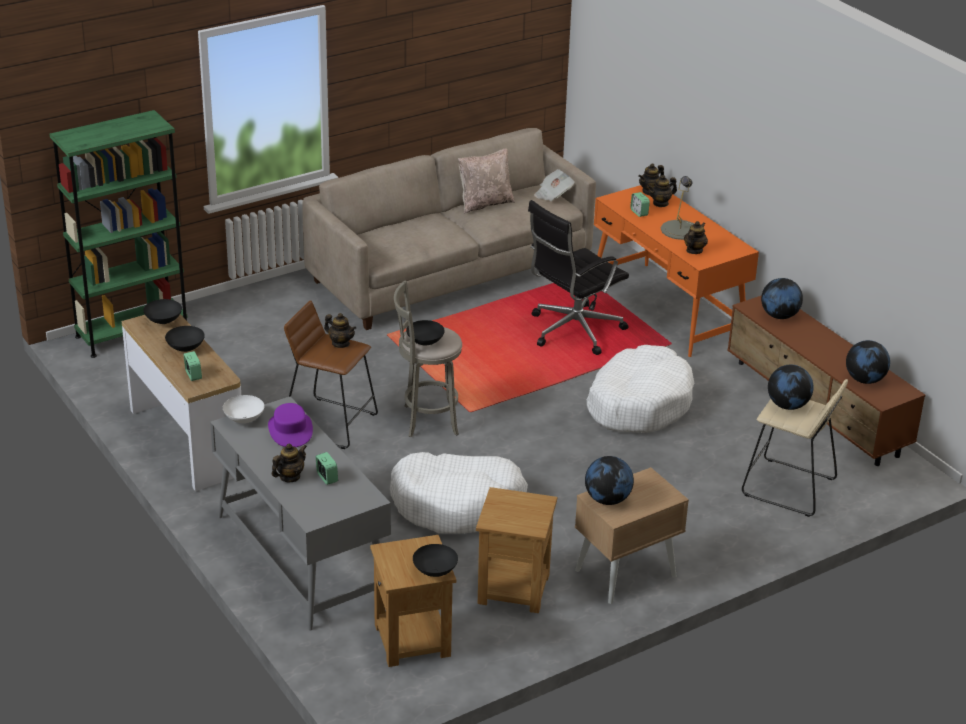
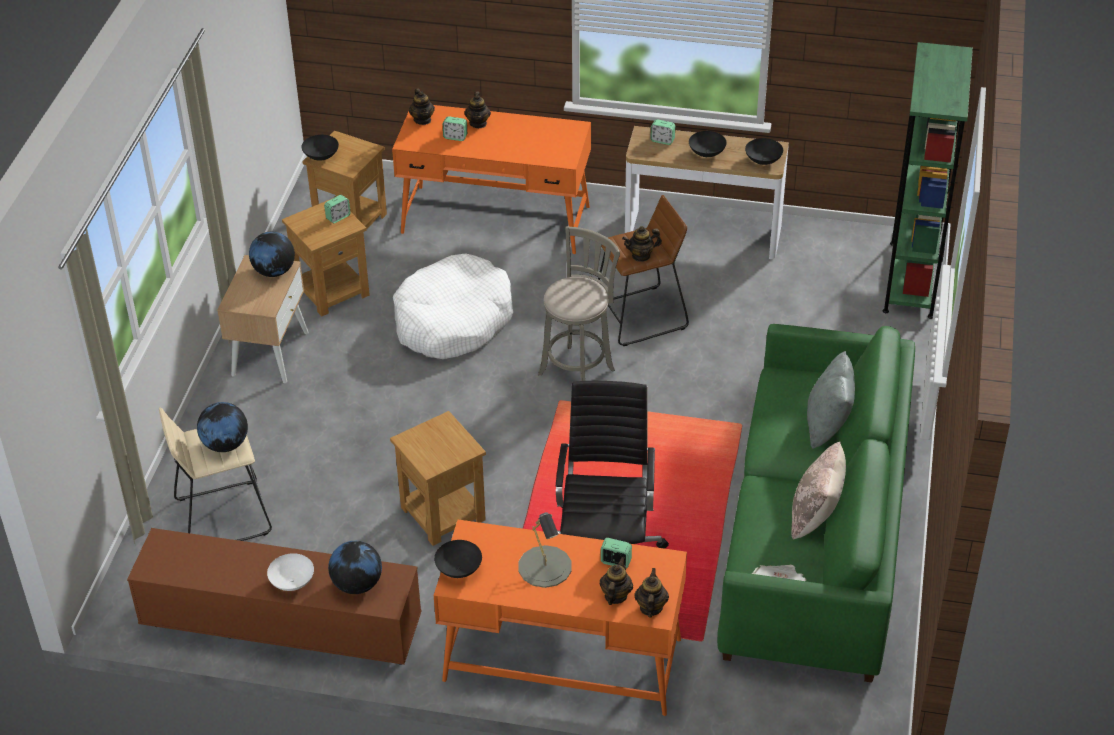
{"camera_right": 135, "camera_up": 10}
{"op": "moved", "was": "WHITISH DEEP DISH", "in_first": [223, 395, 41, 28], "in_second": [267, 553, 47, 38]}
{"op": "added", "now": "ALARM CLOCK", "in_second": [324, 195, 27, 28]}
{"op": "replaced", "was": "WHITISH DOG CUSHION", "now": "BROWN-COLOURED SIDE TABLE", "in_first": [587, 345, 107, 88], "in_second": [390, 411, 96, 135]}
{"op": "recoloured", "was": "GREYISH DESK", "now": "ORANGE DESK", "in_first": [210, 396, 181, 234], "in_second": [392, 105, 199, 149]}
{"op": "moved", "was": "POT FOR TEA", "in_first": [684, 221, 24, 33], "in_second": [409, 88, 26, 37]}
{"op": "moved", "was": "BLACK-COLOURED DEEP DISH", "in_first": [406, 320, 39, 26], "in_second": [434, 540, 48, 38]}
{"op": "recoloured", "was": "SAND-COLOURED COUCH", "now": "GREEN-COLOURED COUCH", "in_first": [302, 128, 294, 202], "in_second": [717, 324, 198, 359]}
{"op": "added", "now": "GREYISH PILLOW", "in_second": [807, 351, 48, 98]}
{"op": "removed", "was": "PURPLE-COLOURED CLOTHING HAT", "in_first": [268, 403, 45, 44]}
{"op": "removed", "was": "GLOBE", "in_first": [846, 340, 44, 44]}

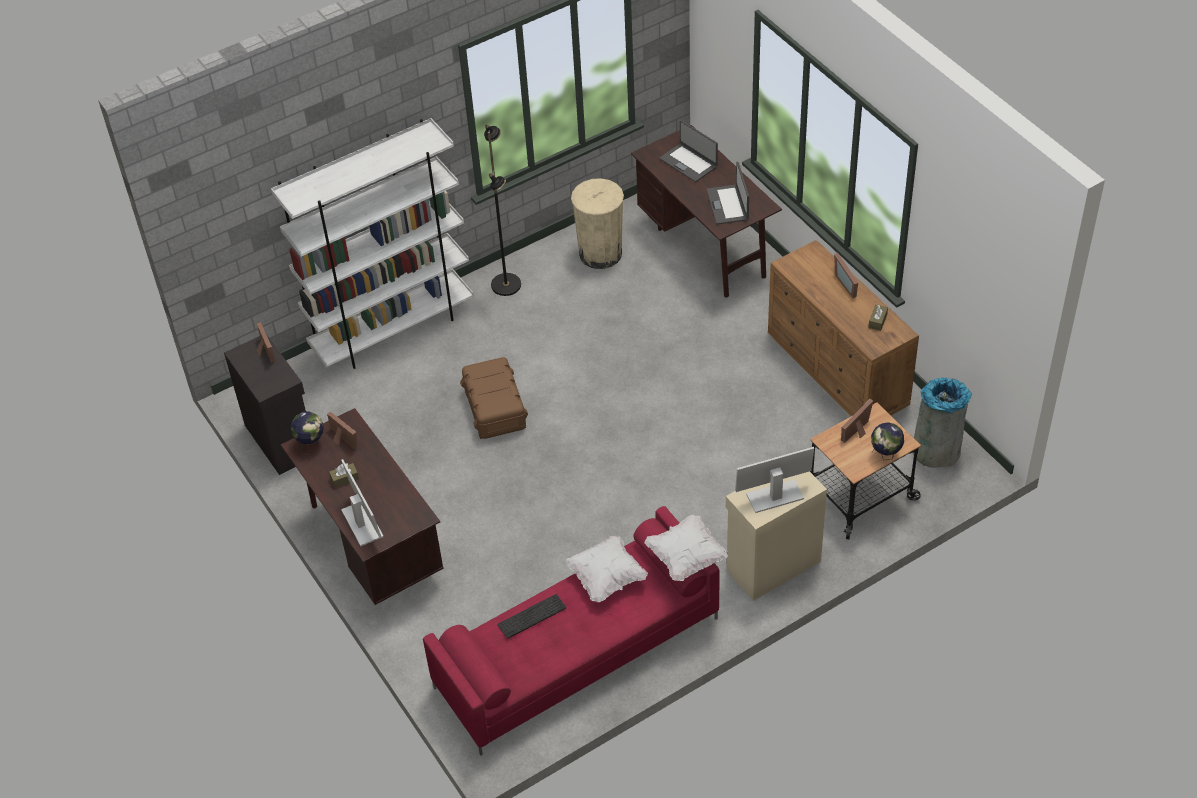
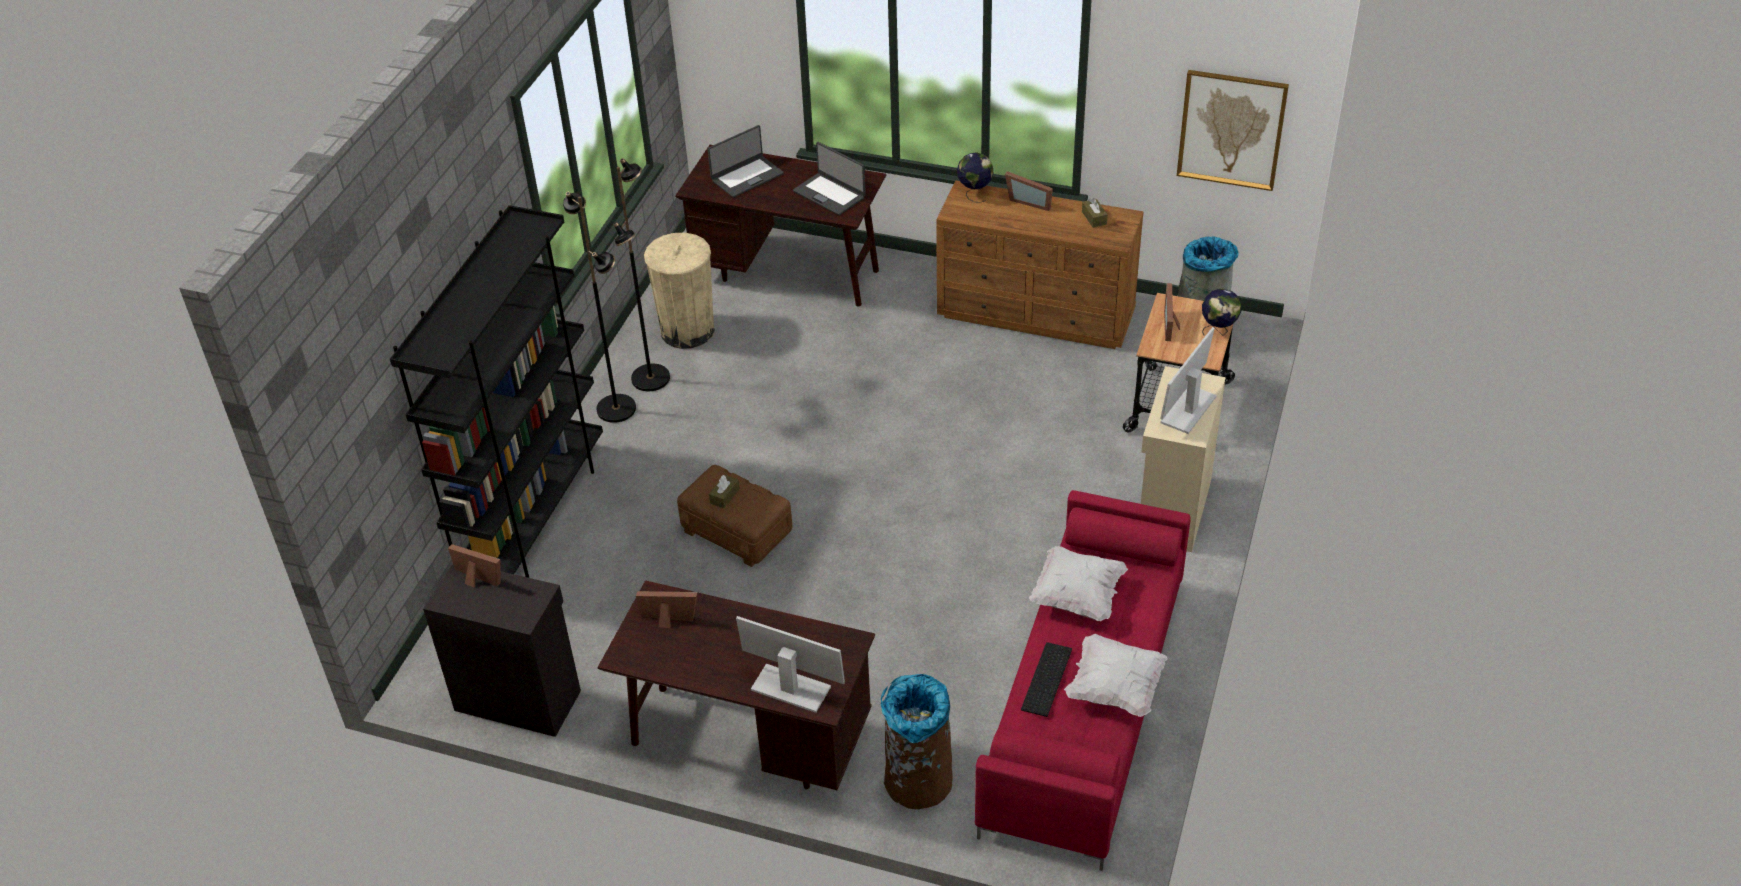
{"camera_right": -40, "camera_up": -5}
{"op": "recoloured", "was": "WHITISH BOOKCASE", "now": "BLACK-COLOURED BOOKCASE", "in_first": [271, 118, 203, 251], "in_second": [390, 205, 213, 373]}
{"op": "added", "now": "BLACK-COLOURED STANDARD LAMP", "in_second": [614, 158, 56, 233]}
{"op": "turned", "was": "LAPTOP", "in_first": [659, 120, 59, 62], "in_second": [707, 125, 77, 73], "clockwise": -45}
{"op": "moved", "was": "BROWN-COLOURED TISSUE BOX", "in_first": [329, 463, 30, 25], "in_second": [709, 475, 31, 33]}
{"op": "added", "now": "BROWN-COLOURED WASTE BIN", "in_second": [881, 674, 72, 135]}
{"op": "moved", "was": "GLOBE", "in_first": [291, 411, 33, 44], "in_second": [957, 152, 36, 51]}
{"op": "moved", "was": "WHITISH PILLOW", "in_first": [645, 515, 83, 66], "in_second": [1064, 634, 104, 83]}
{"op": "added", "now": "PICTURE", "in_second": [1177, 70, 112, 121]}

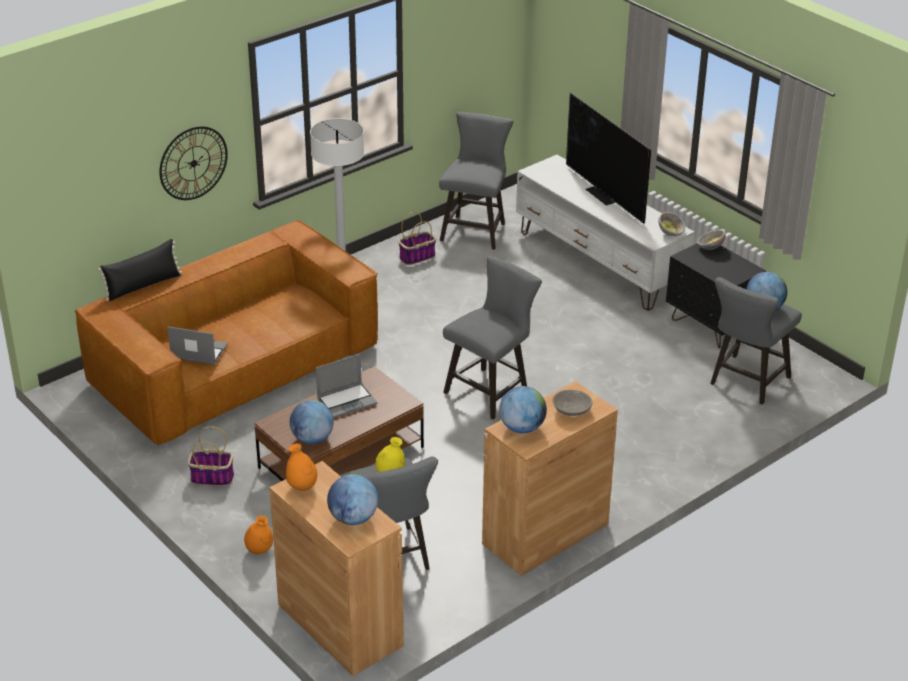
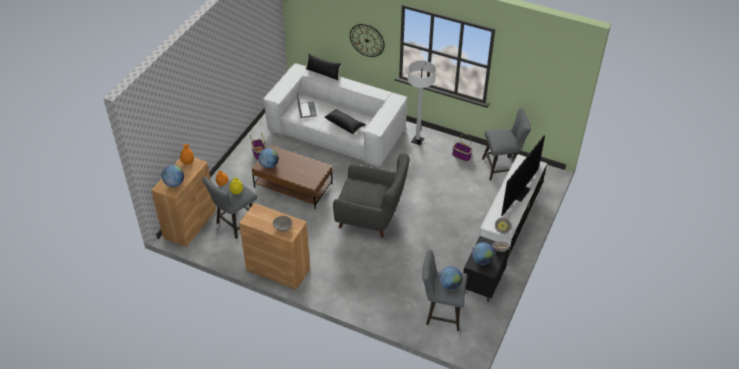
{"camera_right": 65, "camera_up": 10}
{"op": "recoloured", "was": "BROWN-COLOURED COUCH", "now": "WHITISH COUCH", "in_first": [75, 220, 303, 226], "in_second": [263, 63, 144, 103]}
{"op": "added", "now": "BLACK-COLOURED PILLOW", "in_second": [324, 109, 42, 26]}
{"op": "replaced", "was": "GREYISH SITTING STOOL", "now": "GREYISH LOUNGE CHAIR", "in_first": [443, 256, 99, 164], "in_second": [333, 153, 77, 85]}
{"op": "moved", "was": "GLOBE", "in_first": [499, 386, 48, 47], "in_second": [472, 242, 23, 23]}
{"op": "removed", "was": "LAPTOP", "in_first": [316, 354, 61, 64]}

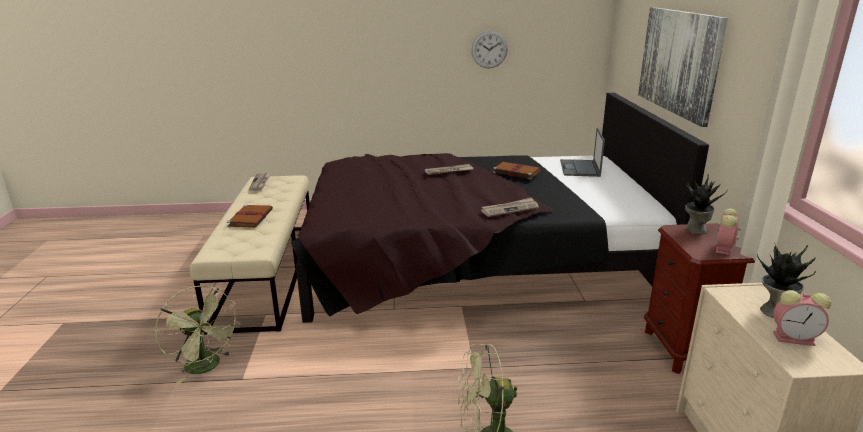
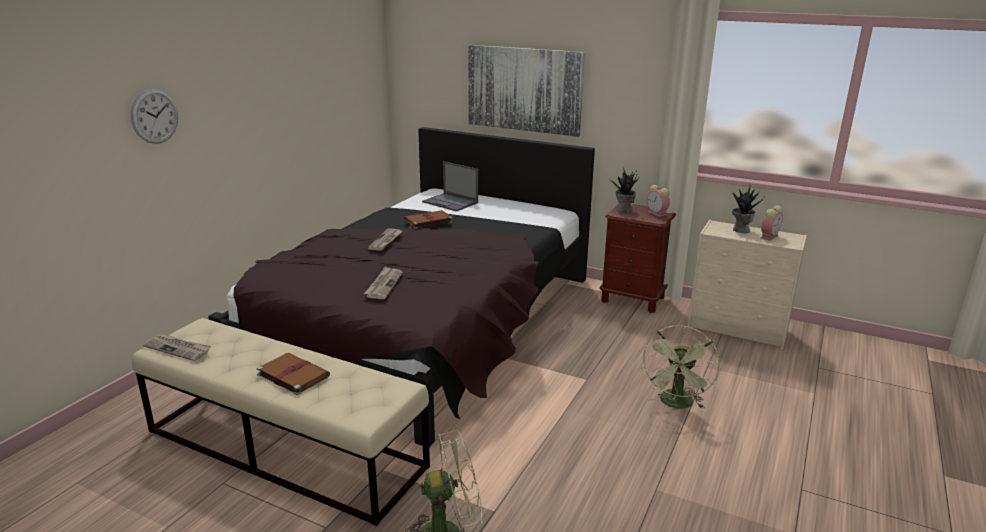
{"camera_right": -60, "camera_up": 0}
{"op": "moved", "was": "WALL CLOCK", "in_first": [471, 31, 37, 37], "in_second": [131, 89, 47, 55]}
{"op": "moved", "was": "NEWSPAPER", "in_first": [481, 197, 58, 20], "in_second": [364, 267, 39, 32]}

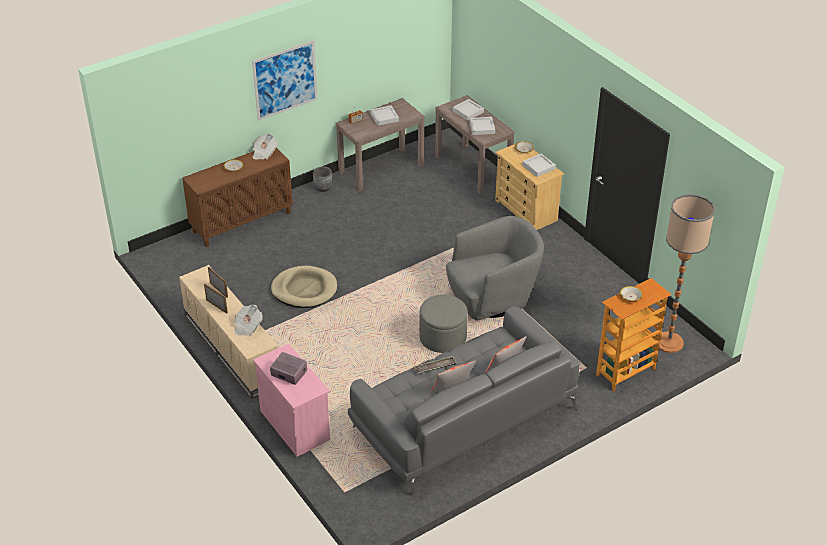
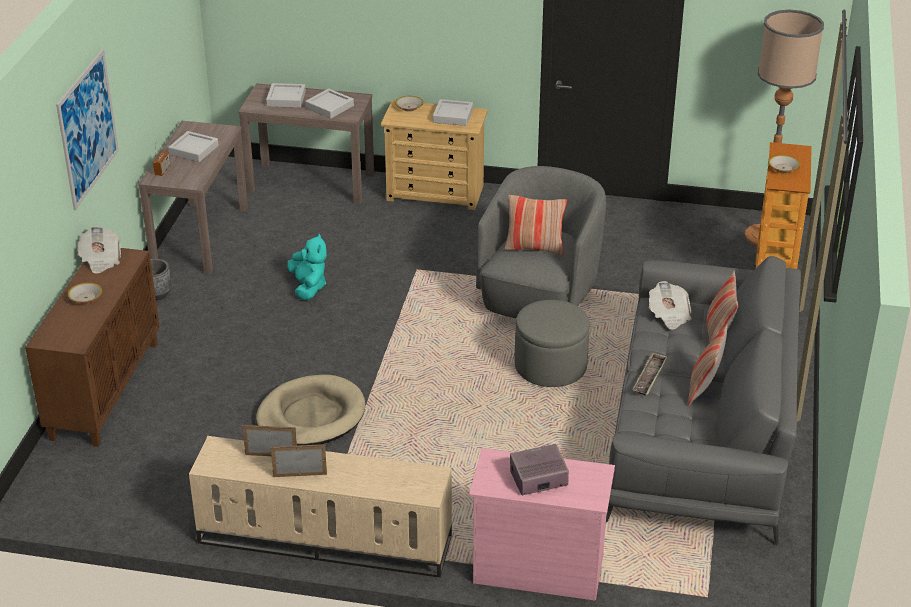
{"camera_right": -45, "camera_up": -5}
{"op": "added", "now": "TURQUOISE-COLOURED SOFT TOY", "in_second": [287, 234, 40, 66]}
{"op": "added", "now": "PILLOW", "in_second": [504, 195, 63, 60]}
{"op": "moved", "was": "NEWSPAPER", "in_first": [234, 305, 29, 31], "in_second": [649, 281, 43, 49]}

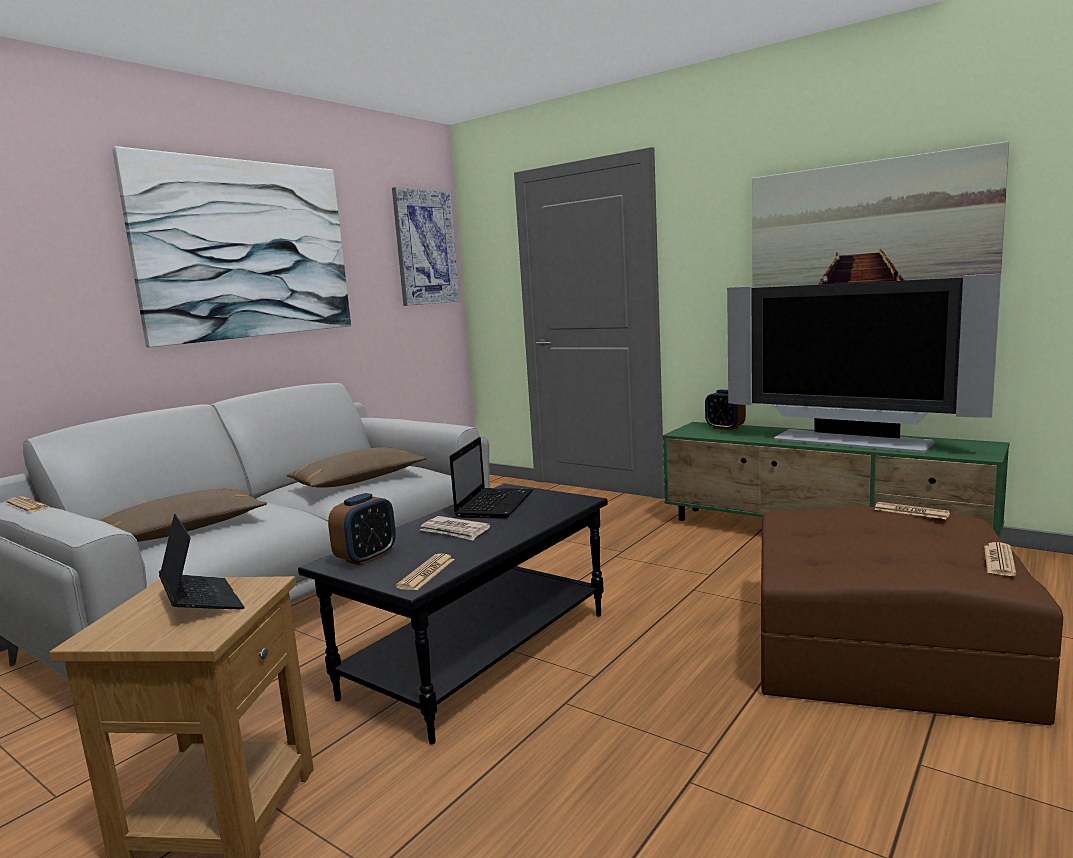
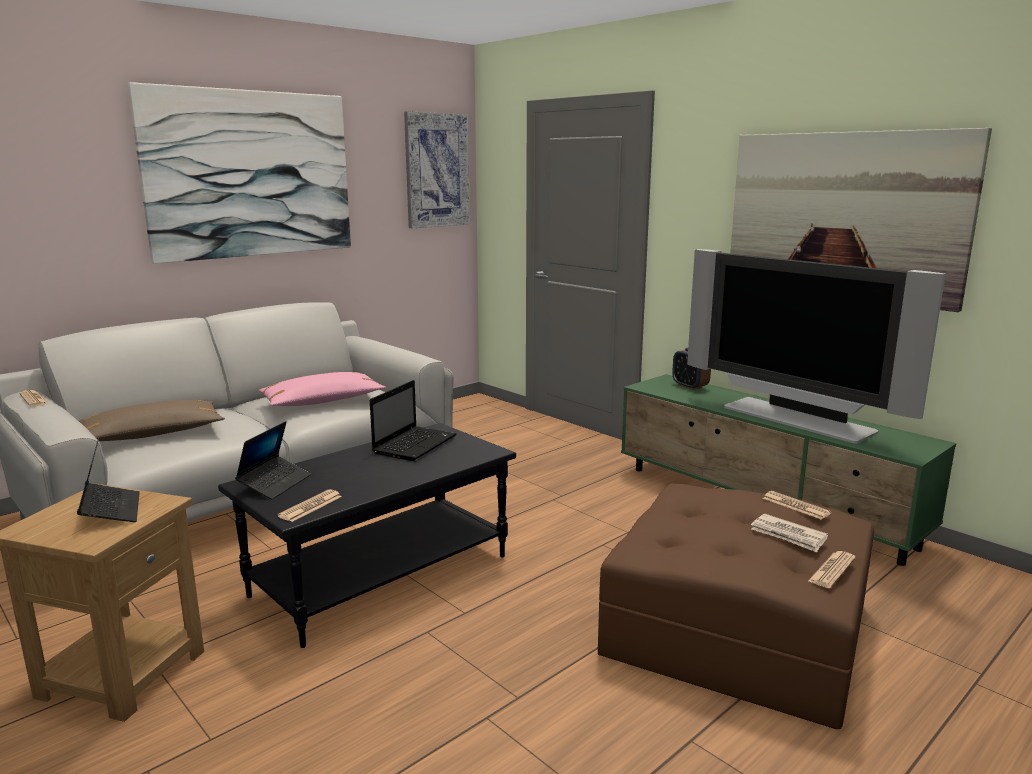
{"camera_right": 10, "camera_up": 5}
{"op": "replaced", "was": "ALARM CLOCK", "now": "LAPTOP", "in_first": [328, 493, 68, 73], "in_second": [235, 421, 76, 79]}
{"op": "recoloured", "was": "BROWN-COLOURED PILLOW", "now": "PINK PILLOW", "in_first": [286, 447, 141, 41], "in_second": [259, 372, 127, 34]}
{"op": "moved", "was": "NEWSPAPER", "in_first": [420, 516, 70, 25], "in_second": [751, 514, 77, 38]}

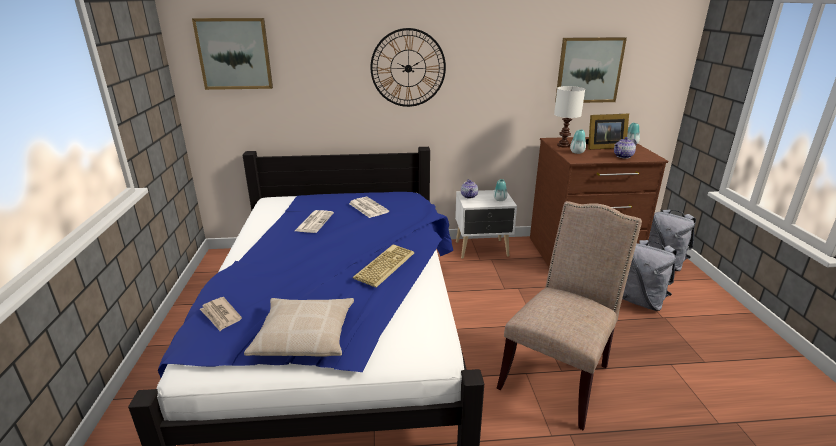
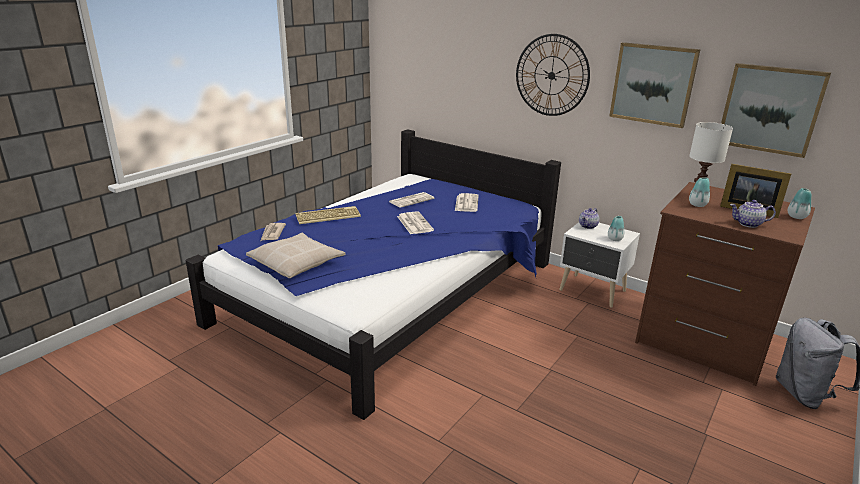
{"camera_right": 40, "camera_up": 0}
{"op": "moved", "was": "COMPUTER KEYBOARD", "in_first": [353, 245, 61, 42], "in_second": [295, 206, 66, 18]}
{"op": "added", "now": "NEWSPAPER", "in_second": [397, 211, 37, 23]}
{"op": "moved", "was": "PICTURE", "in_first": [192, 18, 81, 72], "in_second": [609, 42, 92, 86]}
{"op": "removed", "was": "SAND-COLOURED UPRIGHT CHAIR", "in_first": [497, 201, 145, 229]}
{"op": "removed", "was": "GREYISH KNAPSACK", "in_first": [622, 240, 55, 71]}

